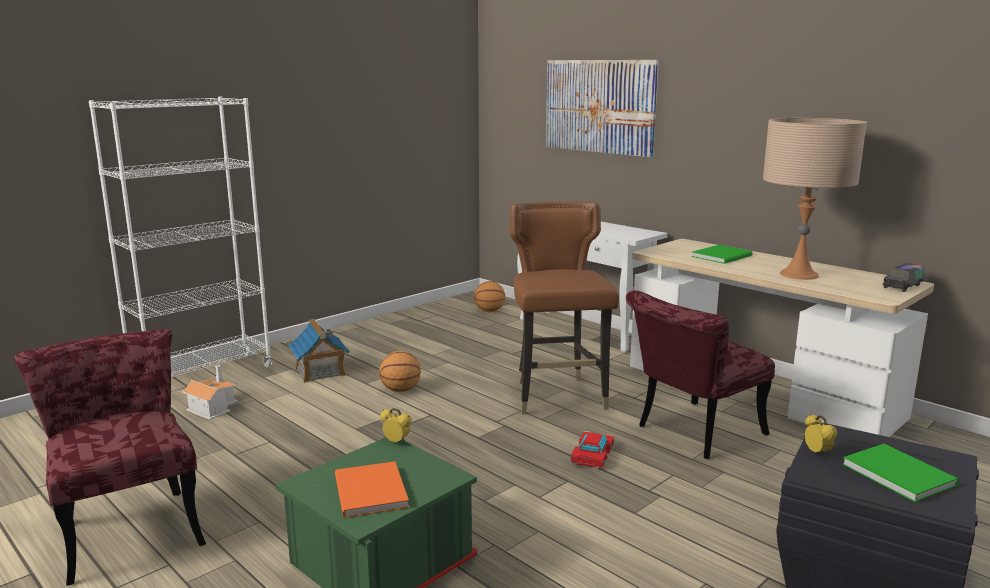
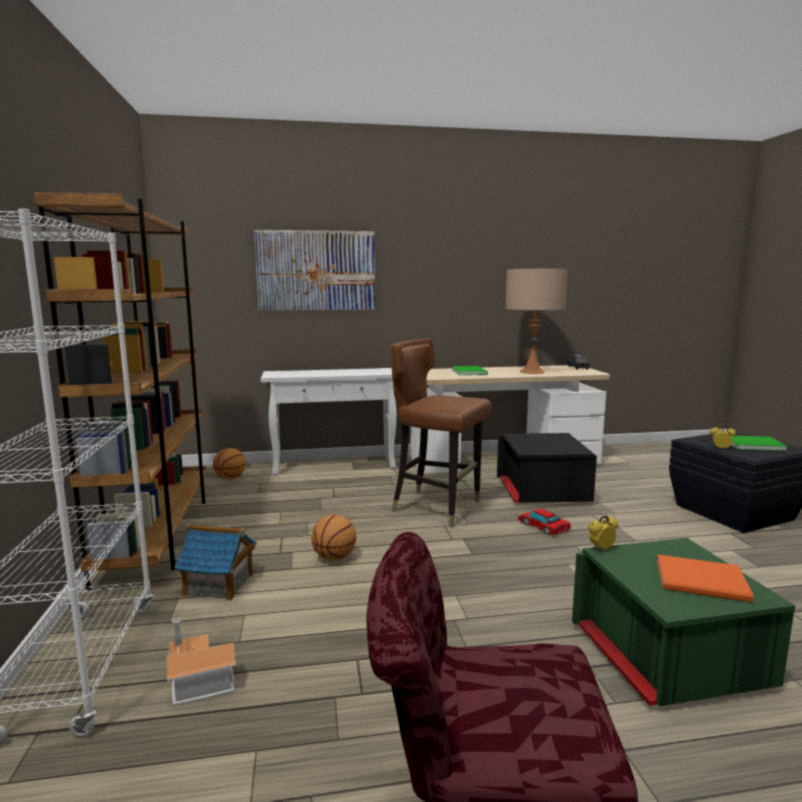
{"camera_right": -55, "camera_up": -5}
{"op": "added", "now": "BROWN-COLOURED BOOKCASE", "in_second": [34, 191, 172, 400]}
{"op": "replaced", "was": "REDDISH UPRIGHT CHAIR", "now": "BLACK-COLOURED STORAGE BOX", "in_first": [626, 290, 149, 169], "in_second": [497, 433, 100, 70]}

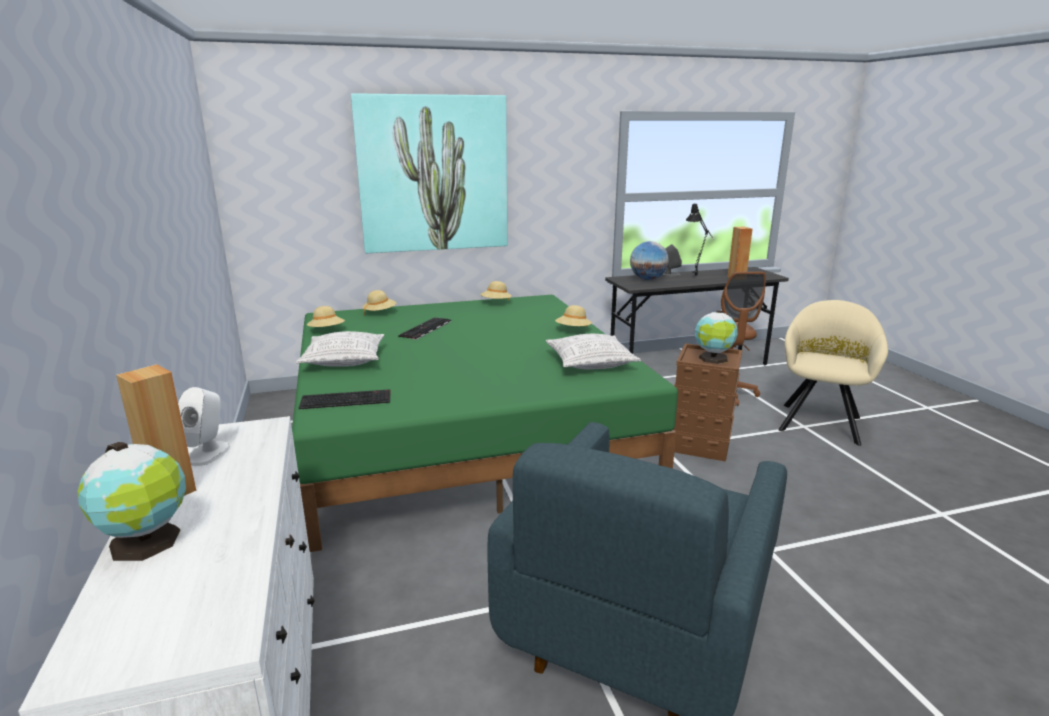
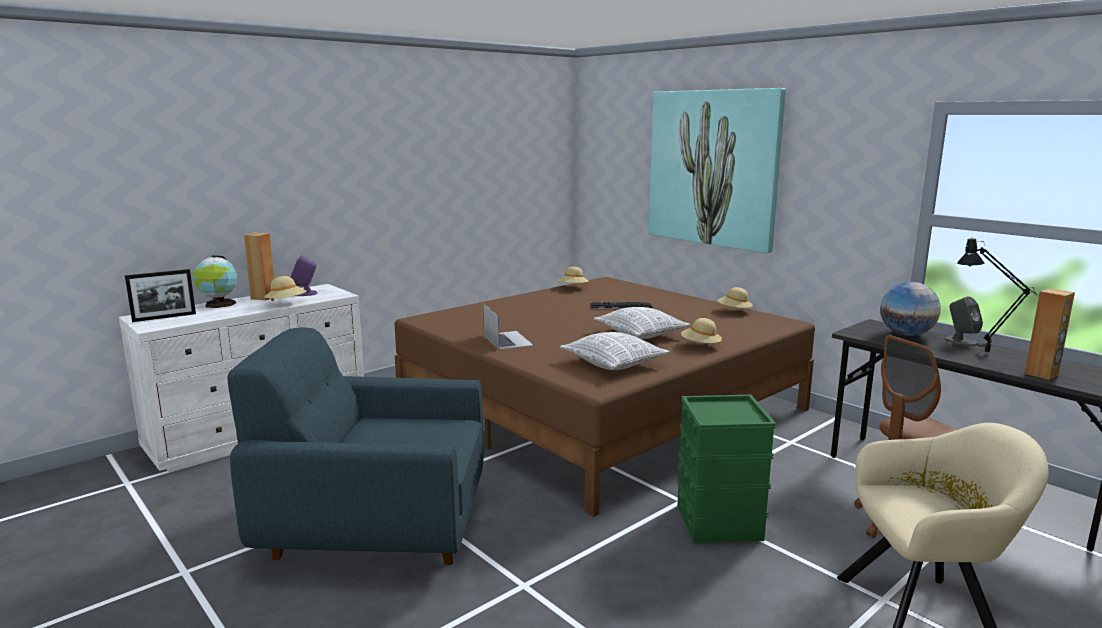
{"camera_right": 65, "camera_up": -5}
{"op": "added", "now": "PICTURE FRAME", "in_second": [125, 269, 71, 53]}
{"op": "moved", "was": "SAND-COLOURED CLOTHING HAT", "in_first": [362, 290, 34, 26], "in_second": [264, 276, 42, 25]}
{"op": "recoloured", "was": "WHITISH LOUDSPEAKER", "now": "PURPLE-COLOURED LOUDSPEAKER", "in_first": [178, 387, 52, 79], "in_second": [291, 255, 27, 41]}
{"op": "recoloured", "was": "GREEN-COLOURED BEDROOM BED", "now": "BROWN-COLOURED BEDROOM BED", "in_first": [292, 295, 386, 257], "in_second": [395, 277, 420, 240]}
{"op": "added", "now": "LAPTOP", "in_second": [483, 304, 50, 46]}
{"op": "moved", "was": "PILLOW", "in_first": [296, 331, 88, 36], "in_second": [593, 307, 98, 32]}
{"op": "recoloured", "was": "BROWN-COLOURED STORAGE BOX", "now": "GREEN-COLOURED STORAGE BOX", "in_first": [673, 343, 70, 119], "in_second": [677, 395, 100, 148]}
{"op": "removed", "was": "COMPUTER KEYBOARD", "in_first": [299, 389, 92, 20]}
{"op": "removed", "was": "GLOBE", "in_first": [695, 310, 43, 54]}

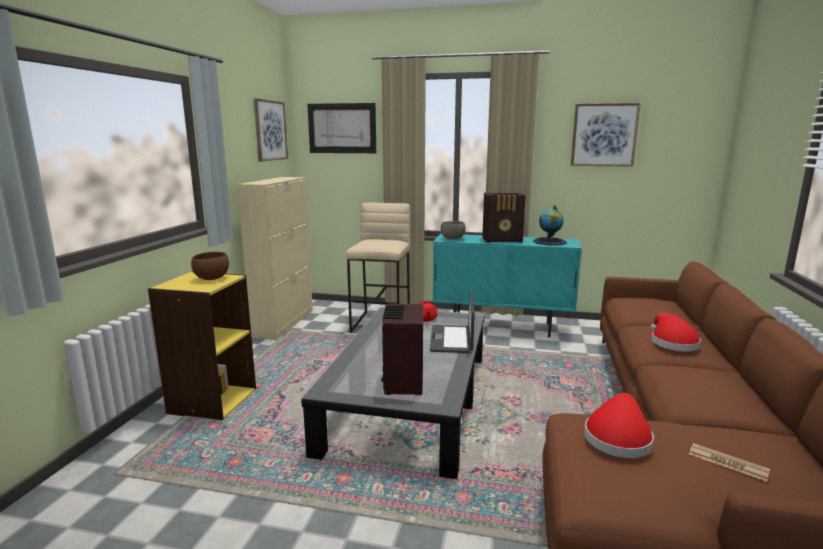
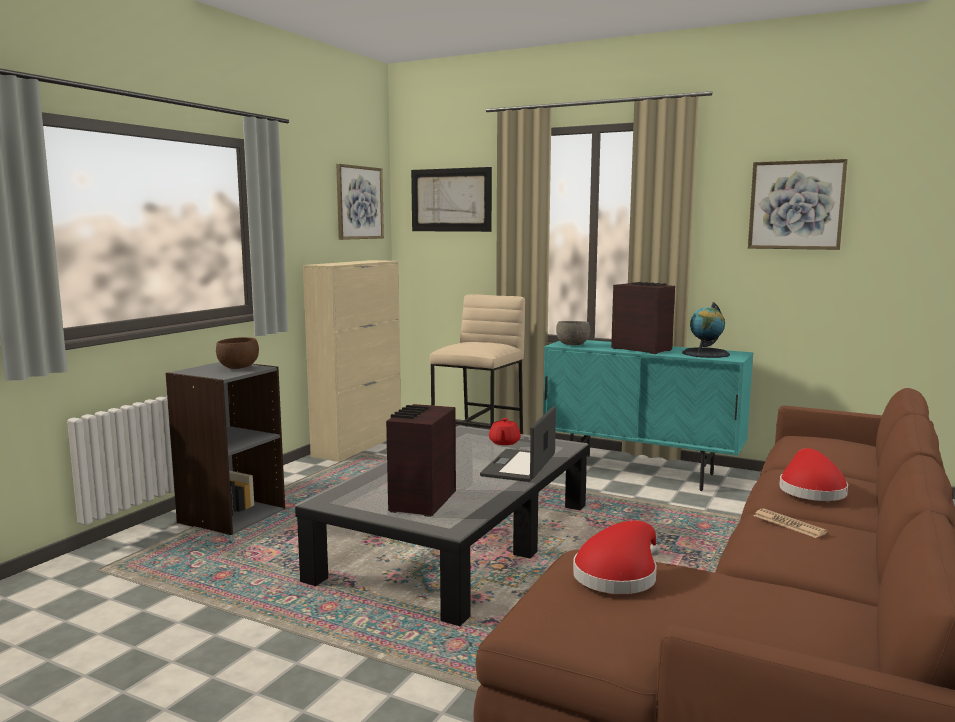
{"camera_right": 15, "camera_up": -5}
{"op": "recoloured", "was": "YELLOWISH BOOKCASE", "now": "GREYISH BOOKCASE", "in_first": [148, 271, 108, 149], "in_second": [165, 362, 120, 173]}
{"op": "turned", "was": "RADIO RECEIVER", "in_first": [482, 193, 44, 50], "in_second": [611, 282, 64, 72], "clockwise": -150}
{"op": "moved", "was": "NEWSPAPER", "in_first": [689, 443, 81, 39], "in_second": [754, 508, 74, 30]}

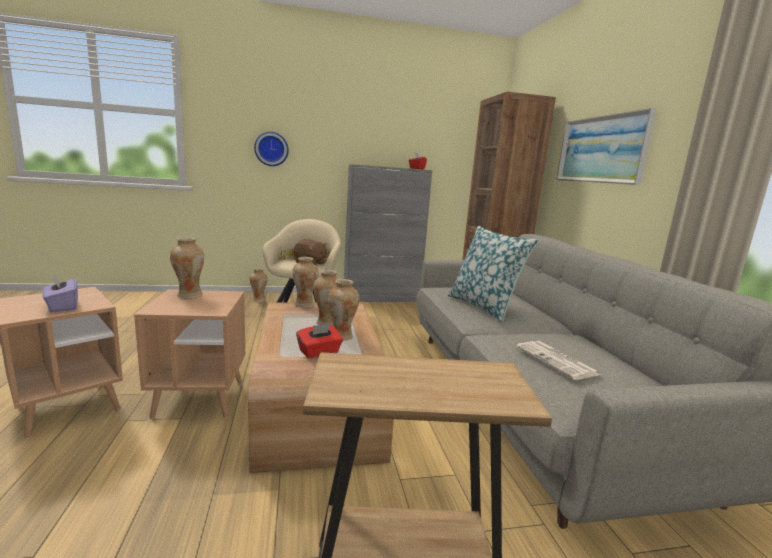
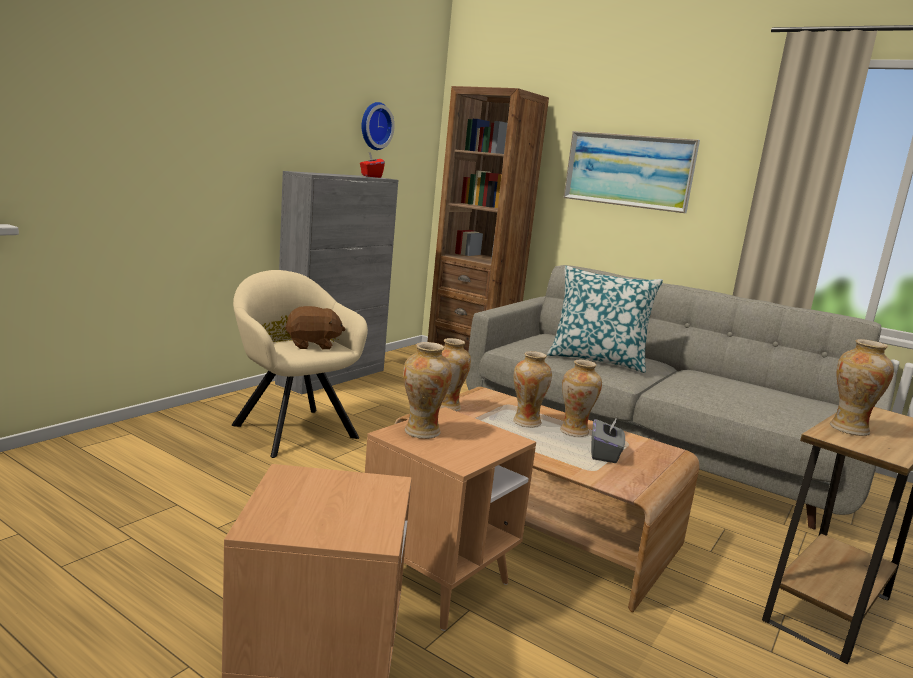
{"camera_right": -45, "camera_up": 0}
{"op": "moved", "was": "WALL CLOCK", "in_first": [254, 132, 35, 34], "in_second": [361, 102, 33, 48]}
{"op": "recoloured", "was": "REDDISH TISSUE BOX", "now": "GREYISH TISSUE BOX", "in_first": [296, 324, 47, 35], "in_second": [591, 417, 34, 46]}
{"op": "moved", "was": "VASE", "in_first": [250, 268, 17, 34], "in_second": [830, 339, 64, 97]}
{"op": "removed", "was": "PURPLE-COLOURED TISSUE BOX", "in_first": [42, 274, 36, 38]}
{"op": "removed", "was": "NEWSPAPER", "in_first": [516, 341, 85, 39]}

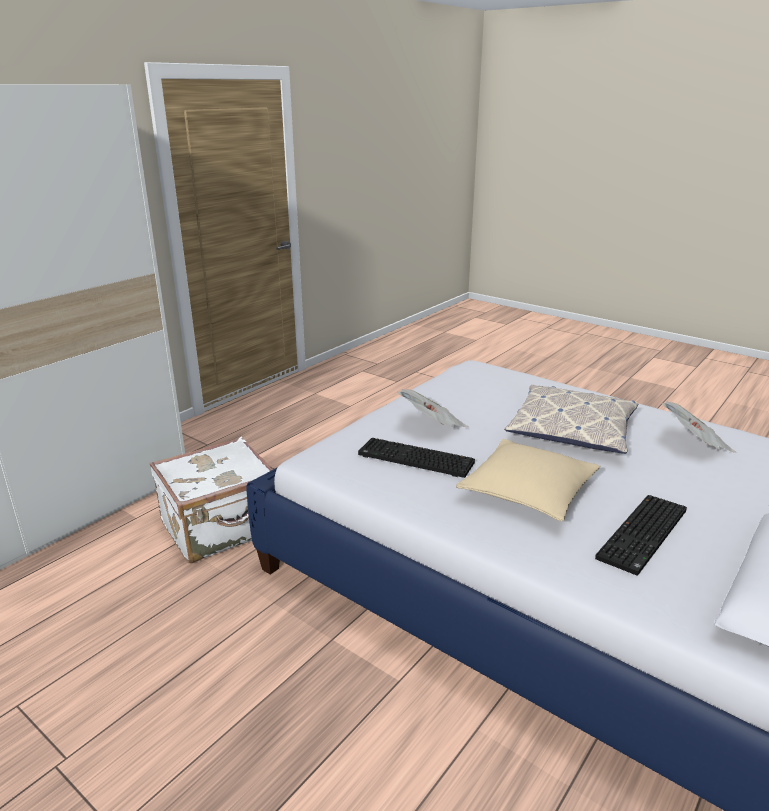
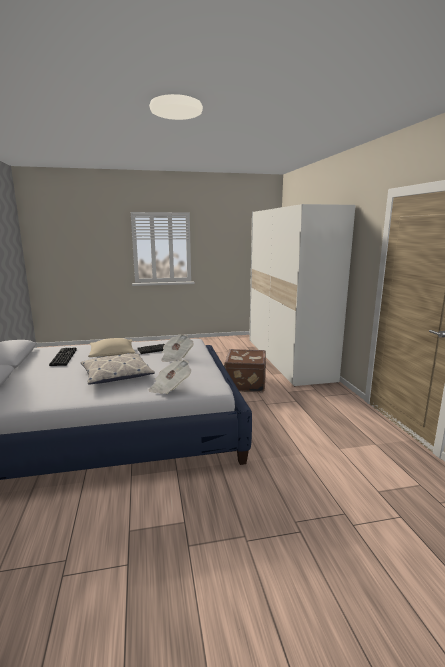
{"camera_right": 130, "camera_up": -10}
{"op": "moved", "was": "NEWSPAPER", "in_first": [662, 402, 75, 51], "in_second": [149, 360, 42, 34]}
{"op": "recoloured", "was": "WHITISH TRAVEL CASE", "now": "BROWN-COLOURED TRAVEL CASE", "in_first": [150, 437, 123, 126], "in_second": [224, 349, 42, 43]}

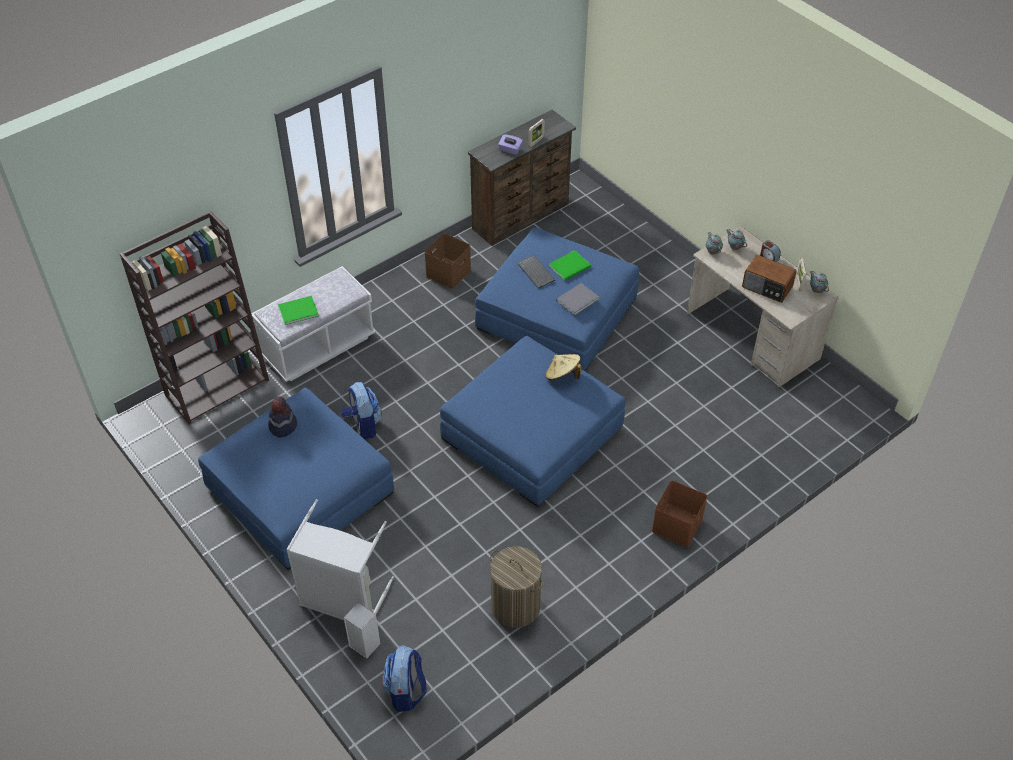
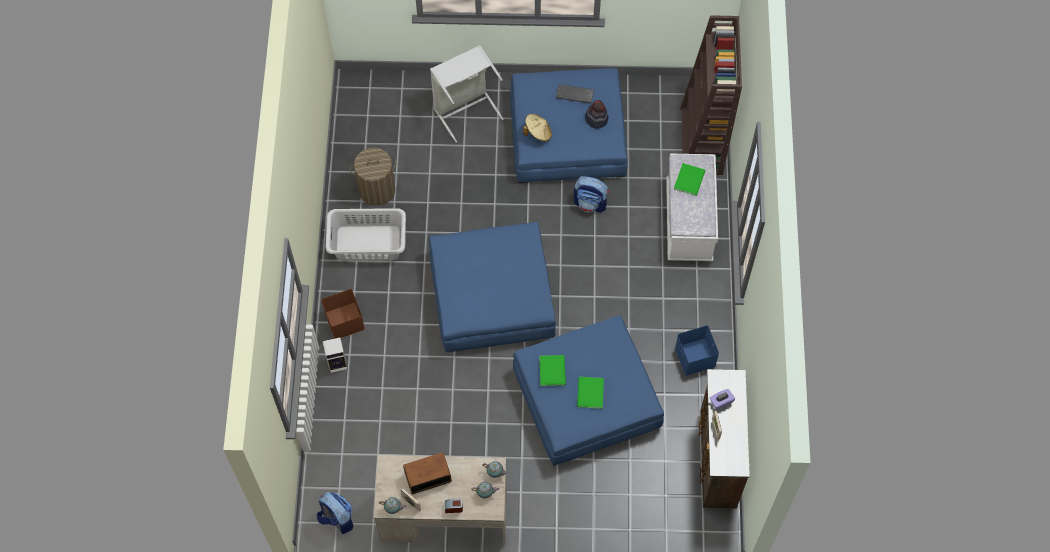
{"camera_right": 130, "camera_up": 15}
{"op": "moved", "was": "KNAPSACK", "in_first": [382, 645, 45, 67], "in_second": [317, 492, 36, 42]}
{"op": "moved", "was": "LOUDSPEAKER", "in_first": [344, 603, 37, 56], "in_second": [323, 337, 25, 36]}
{"op": "added", "now": "GREYISH HAMPER", "in_second": [325, 208, 81, 53]}
{"op": "moved", "was": "SAND-COLOURED CLOTHING HAT", "in_first": [545, 354, 37, 26], "in_second": [523, 114, 29, 28]}
{"op": "recoloured", "was": "GREYISH BOUND BOOK", "now": "GREEN-COLOURED BOUND BOOK", "in_first": [556, 283, 43, 32], "in_second": [539, 355, 27, 31]}
{"op": "moved", "was": "COMPUTER KEYBOARD", "in_first": [517, 255, 38, 34], "in_second": [556, 84, 38, 19]}
{"op": "recoloured", "was": "BROWN-COLOURED STORAGE BOX", "now": "BLUE STORAGE BOX", "in_first": [424, 233, 47, 56], "in_second": [675, 325, 44, 51]}

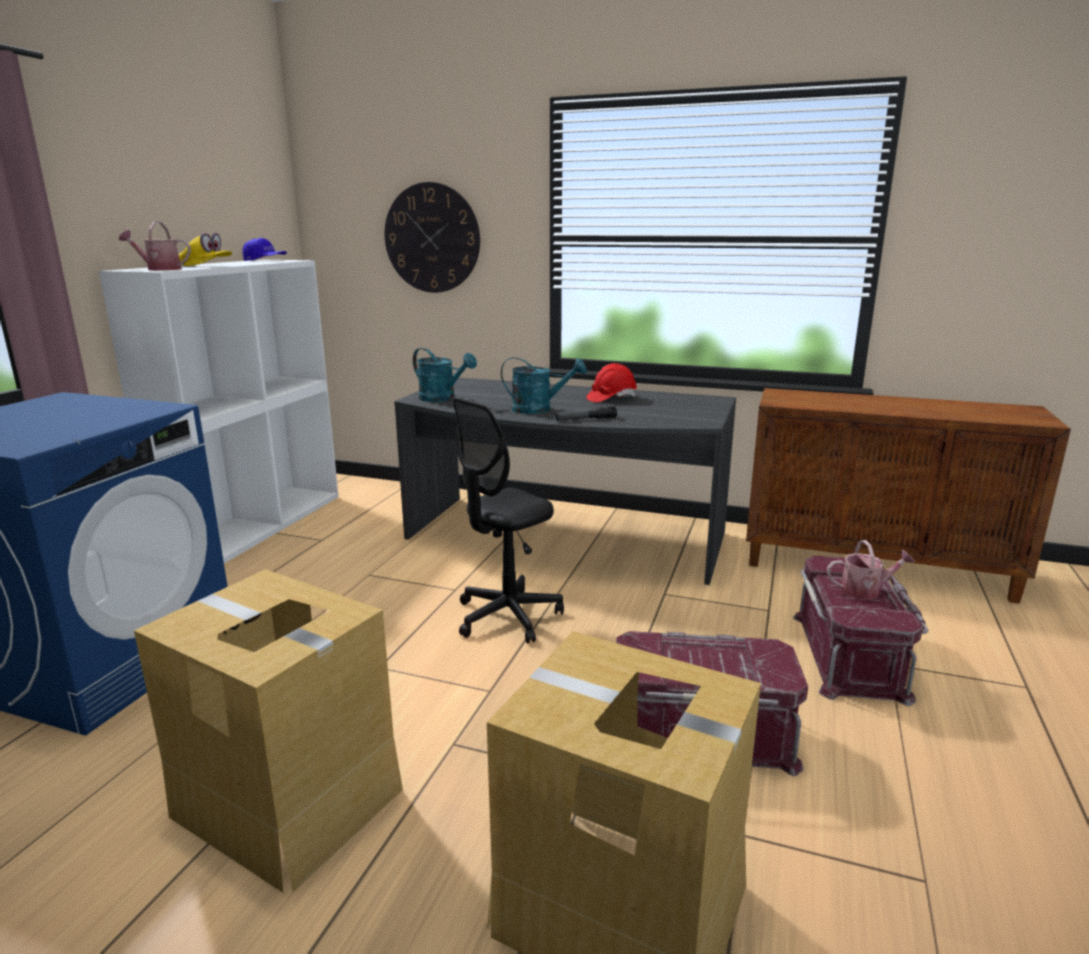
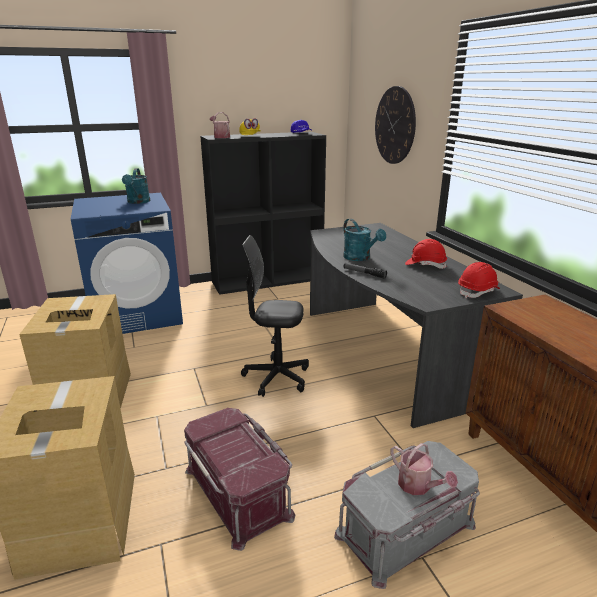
{"camera_right": 50, "camera_up": 5}
{"op": "moved", "was": "TURQUOISE-COLOURED WATERING CAN", "in_first": [413, 348, 64, 54], "in_second": [122, 168, 28, 36]}
{"op": "recoloured", "was": "WHITISH BOOKCASE", "now": "BLACK-COLOURED BOOKCASE", "in_first": [99, 260, 240, 303], "in_second": [200, 132, 126, 163]}
{"op": "recoloured", "was": "REDDISH STORAGE BOX", "now": "GREYISH STORAGE BOX", "in_first": [793, 556, 135, 150], "in_second": [334, 441, 146, 148]}
{"op": "added", "now": "REDDISH WORK HELMET", "in_second": [458, 262, 42, 36]}

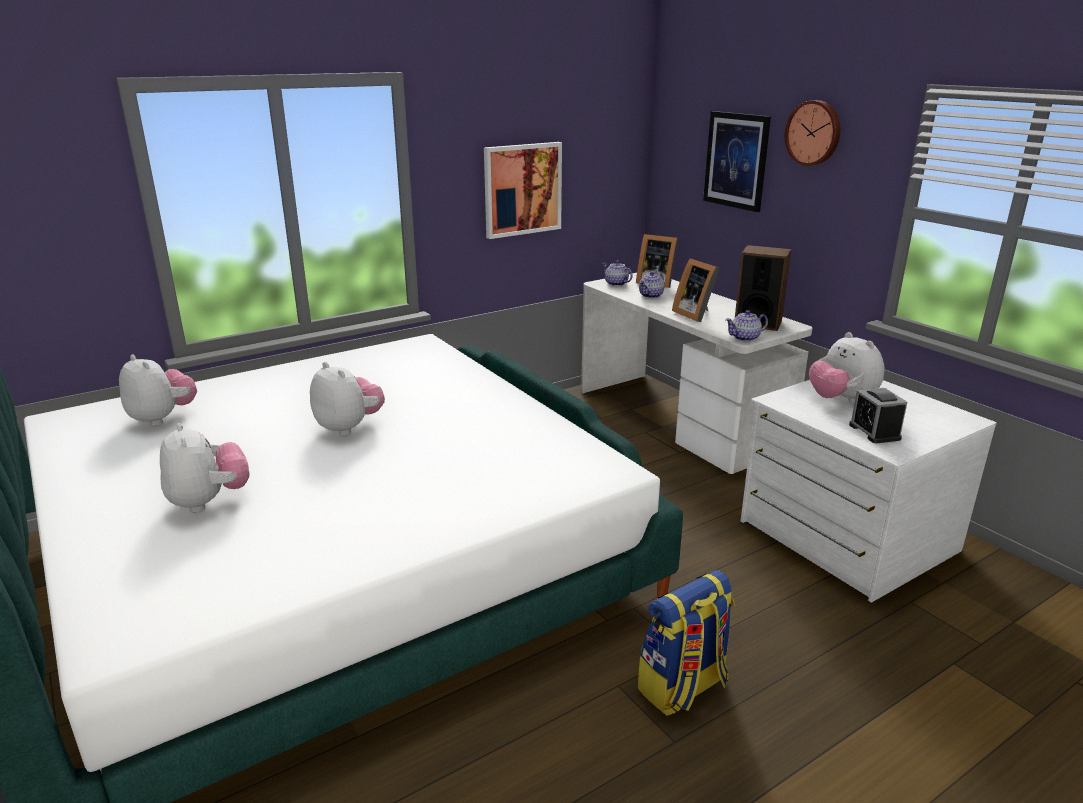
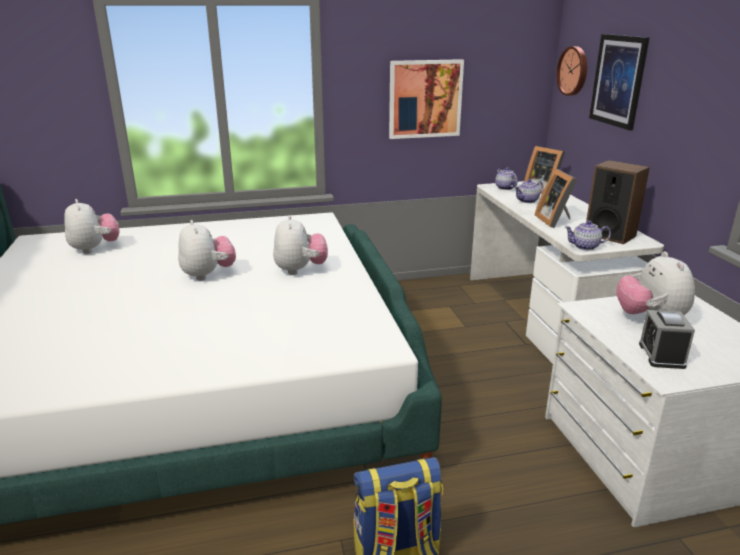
{"camera_right": 20, "camera_up": 0}
{"op": "moved", "was": "SOFT TOY", "in_first": [160, 423, 90, 90], "in_second": [273, 215, 55, 60]}
{"op": "moved", "was": "WALL CLOCK", "in_first": [785, 100, 55, 66], "in_second": [557, 46, 30, 50]}

